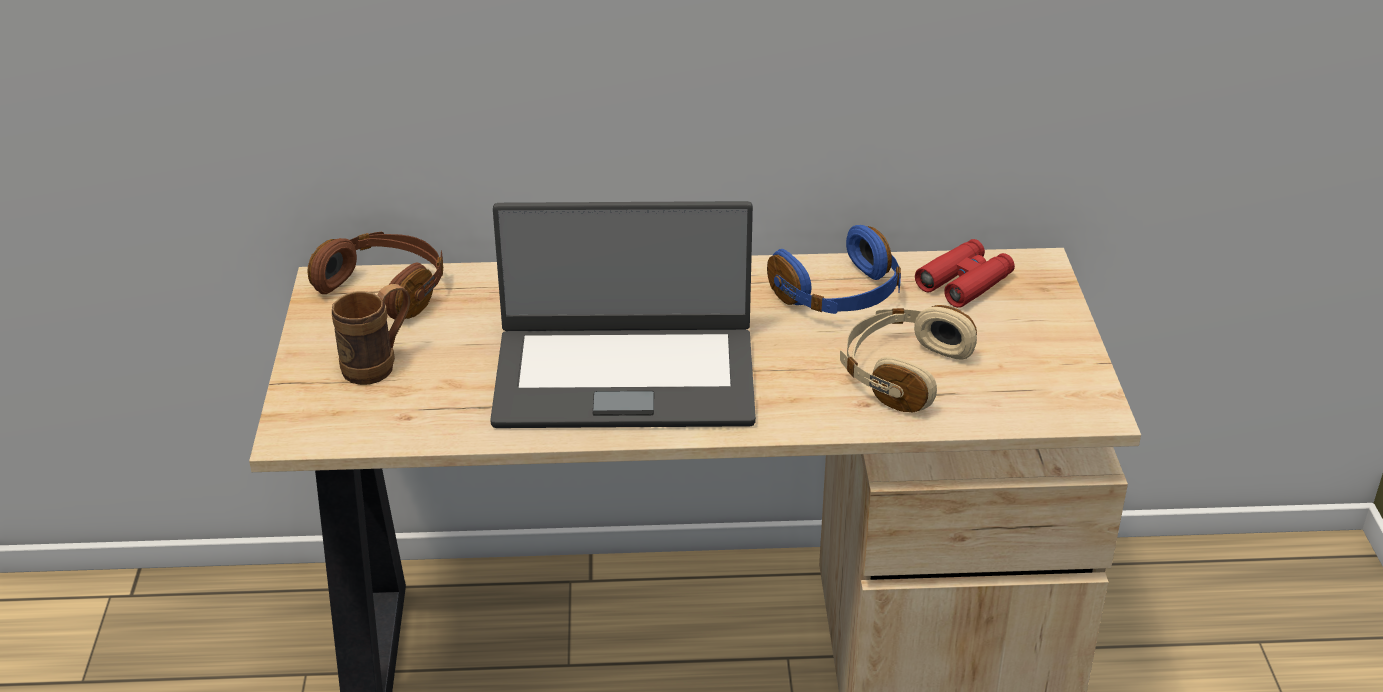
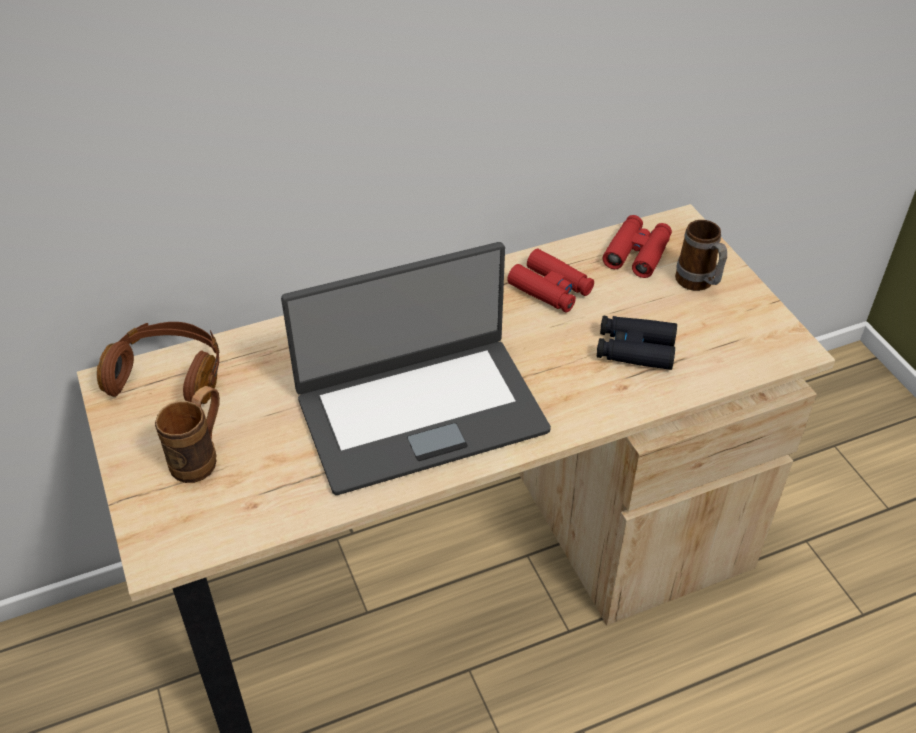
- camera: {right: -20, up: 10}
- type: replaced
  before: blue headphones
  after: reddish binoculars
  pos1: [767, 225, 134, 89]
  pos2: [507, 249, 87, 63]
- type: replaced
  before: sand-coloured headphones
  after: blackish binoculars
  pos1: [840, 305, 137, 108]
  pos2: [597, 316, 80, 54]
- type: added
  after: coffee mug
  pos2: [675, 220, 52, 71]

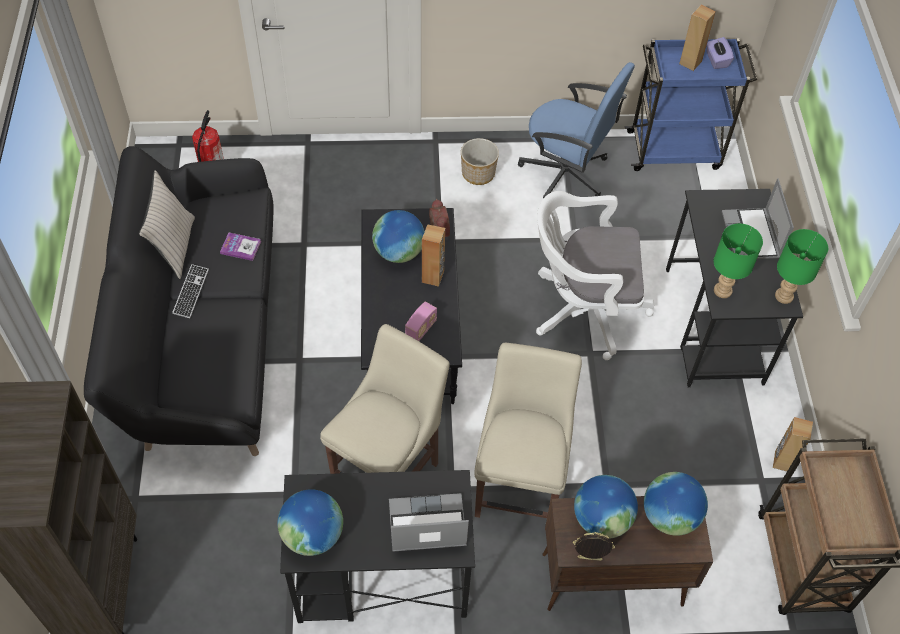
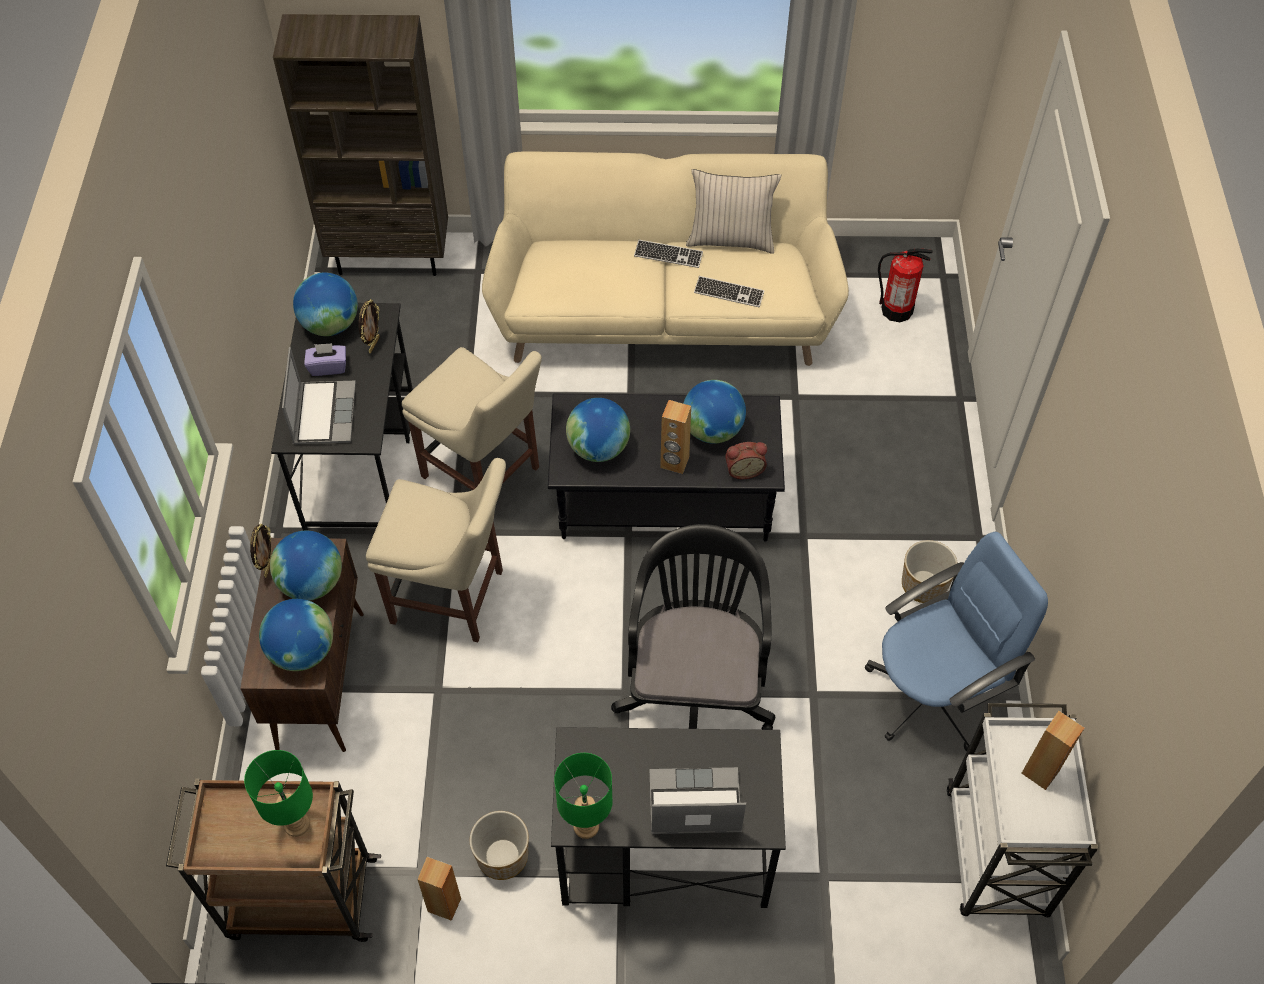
- camera: {right: 95, up: 0}
- type: recoloured
  before: blackish couch
  after: sand-coloured couch
  pos1: [84, 146, 190, 310]
  pos2: [482, 151, 367, 215]
- type: replaced
  before: bound book
  after: keyboard
  pos1: [220, 233, 41, 28]
  pos2: [694, 276, 70, 31]
- type: replaced
  before: radio set
  after: desk globe
  pos1: [405, 302, 32, 39]
  pos2: [566, 398, 64, 64]
- type: turned
  before: blue office chair
  pos1: [518, 62, 117, 136]
  pos2: [865, 532, 183, 219]
  turn: -150
- type: recoloured
  before: white office chair
  after: blackish office chair
  pos1: [536, 191, 118, 169]
  pos2: [611, 524, 164, 206]
- type: recoloured
  before: blue trolley
  after: white trolley
  pos1: [625, 38, 132, 133]
  pos2: [946, 703, 152, 214]
- type: moved
  before: purplish tissue holder
  pos1: [707, 37, 27, 32]
  pos2: [304, 343, 42, 33]
- type: moved
  before: greenish tabletop lamp
  pos1: [714, 223, 49, 75]
  pos2: [244, 750, 69, 87]
- type: added
  after: standing frame
  pos2: [359, 299, 21, 54]
- type: added
  after: flower pot
  pos2: [470, 811, 59, 69]

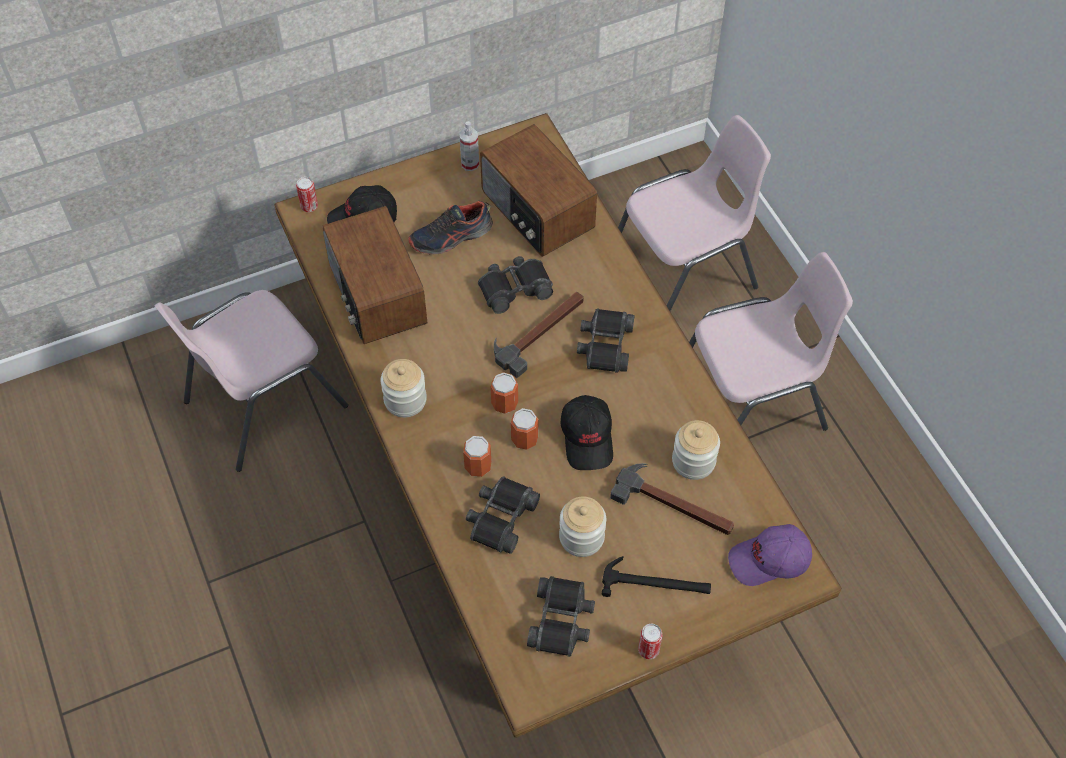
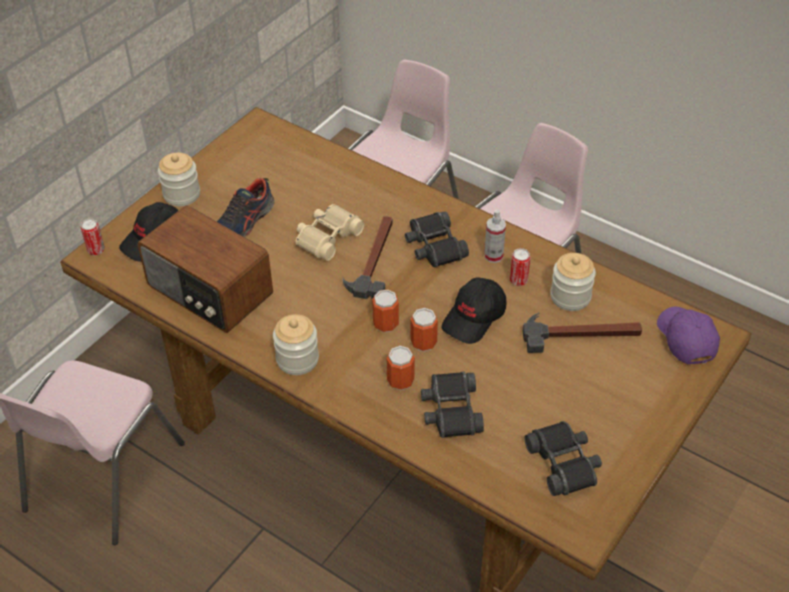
- camera: {right: -30, up: -10}
- type: moved
  before: sprayer
  pos1: [459, 121, 20, 50]
  pos2: [484, 209, 22, 54]
- type: recoloured
  before: blackish binoculars
  after: sand-coloured binoculars
  pos1: [478, 256, 75, 58]
  pos2: [295, 204, 69, 57]
- type: removed
  before: radio set
  pos1: [480, 124, 117, 133]
- type: moved
  before: storage jar
  pos1: [559, 496, 47, 61]
  pos2: [158, 153, 42, 53]
- type: turned
  before: blackish baseball cap
  pos1: [561, 395, 52, 75]
  pos2: [441, 277, 66, 67]
  turn: 75
- type: removed
  before: hammer
  pos1: [602, 556, 109, 41]
- type: moved
  before: sealed can
  pos1: [638, 624, 25, 35]
  pos2: [510, 248, 21, 38]
- type: turned
  before: purplish baseball cap
  pos1: [728, 524, 84, 62]
  pos2: [657, 307, 63, 57]
  turn: 120

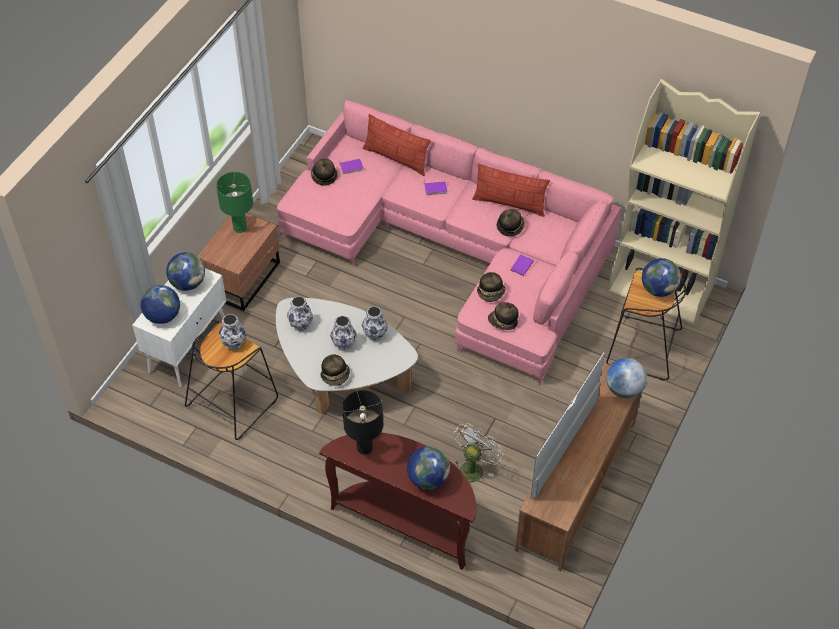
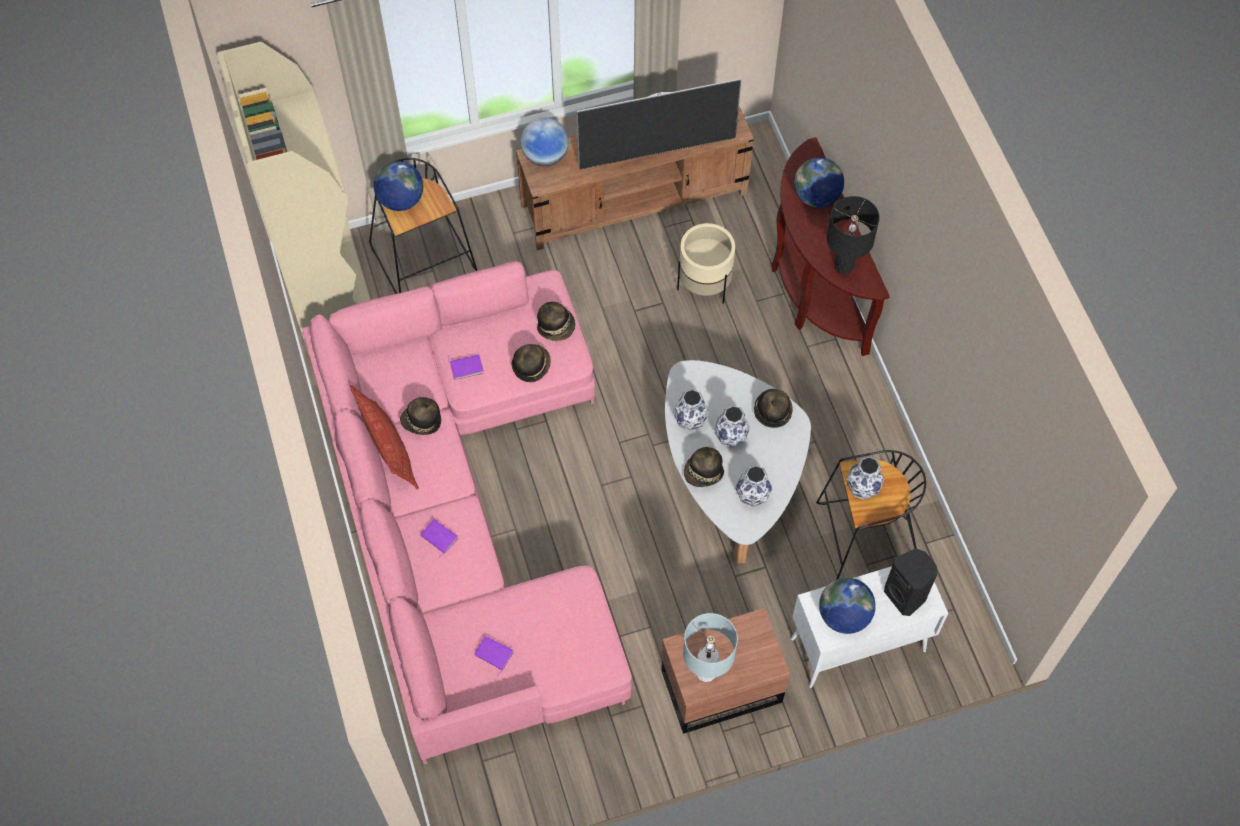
- camera: {right: -135, up: 10}
- type: replaced
  before: desk globe
  after: blackish speaker
  pos1: [141, 285, 39, 39]
  pos2: [884, 548, 53, 68]
- type: recoloured
  before: greenish tabletop lamp
  after: greyish tabletop lamp
  pos1: [216, 172, 37, 61]
  pos2: [683, 613, 55, 69]
- type: moved
  before: wearable hat
  pos1: [311, 158, 27, 28]
  pos2: [684, 447, 40, 40]
- type: removed
  before: throw pillow
  pos1: [363, 114, 68, 62]
- type: replaced
  before: white cooling fan
  after: sand-coloured flower pot
  pos1: [453, 423, 50, 59]
  pos2: [677, 223, 58, 81]

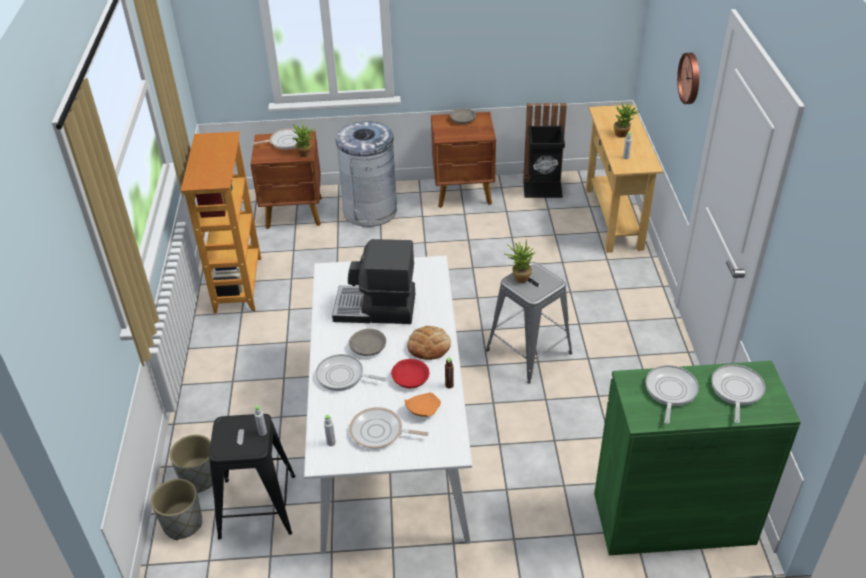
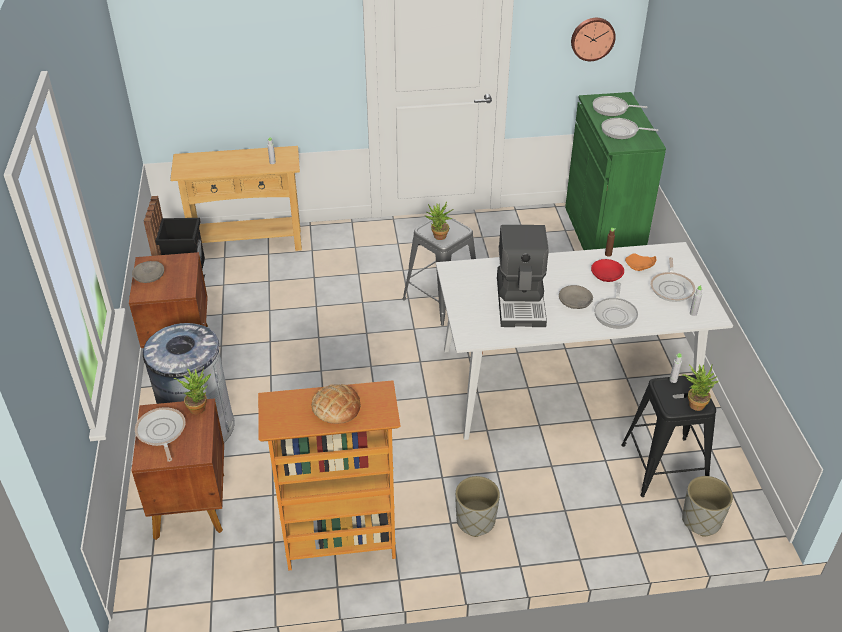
- camera: {right: -95, up: 0}
- type: moved
  before: greyish flower pot
  pos1: [170, 435, 42, 58]
  pos2: [455, 476, 45, 61]
- type: moved
  before: baked bread
  pos1: [407, 326, 44, 34]
  pos2: [312, 384, 49, 40]
- type: moved
  before: potted plant
  pos1: [614, 102, 26, 36]
  pos2: [682, 364, 37, 47]
- type: moved
  before: clock on the wall
  pos1: [677, 53, 22, 51]
  pos2: [571, 18, 45, 43]

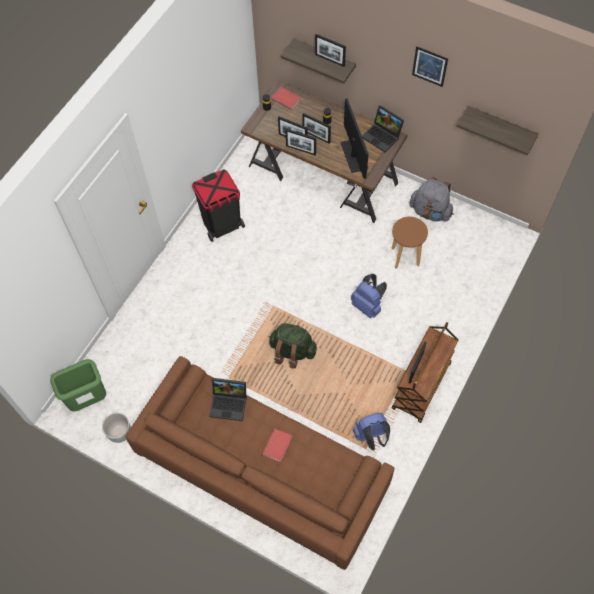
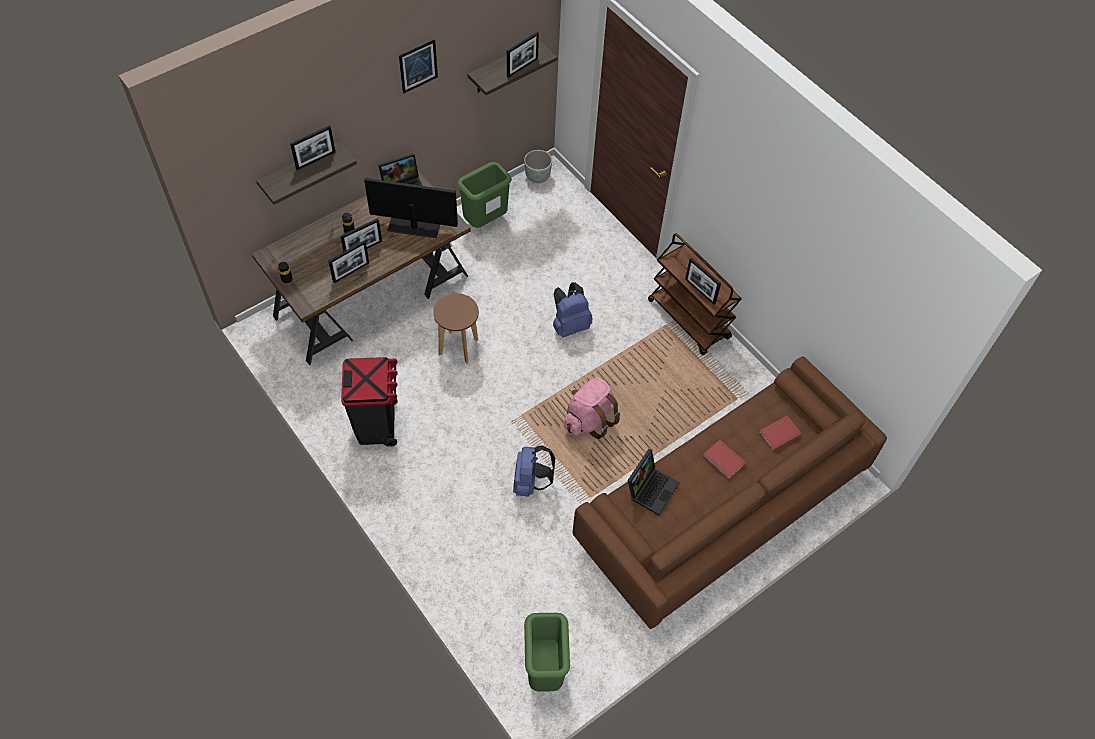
- camera: {right: -70, up: -5}
- type: moved
  before: greyish flower pot
  pos1: [102, 412, 29, 31]
  pos2: [524, 150, 28, 33]
- type: recoloured
  before: greenish rucksack
  after: pink-coloured rucksack
  pos1: [269, 323, 48, 46]
  pos2: [564, 377, 56, 62]
- type: moved
  before: reddish bound book
  pos1: [271, 87, 30, 23]
  pos2: [759, 416, 43, 34]
- type: moved
  before: standing frame
  pos1: [285, 129, 31, 27]
  pos2: [507, 32, 32, 46]
- type: moved
  before: blue rucksack
  pos1: [353, 413, 37, 37]
  pos2: [513, 445, 42, 52]
- type: moved
  before: brown-coloured stool seat
  pos1: [391, 217, 37, 52]
  pos2: [433, 293, 46, 70]
- type: replaced
  before: greyish rucksack
  after: greenish waste bin
  pos1: [409, 177, 44, 45]
  pos2: [457, 162, 55, 66]

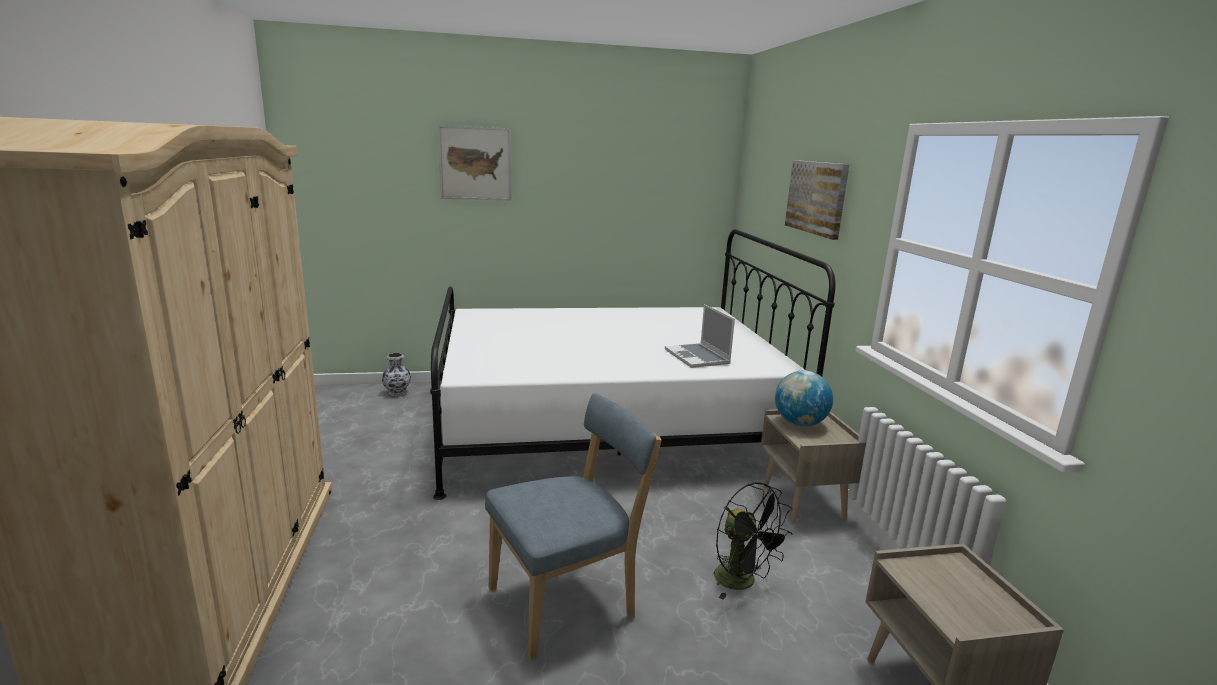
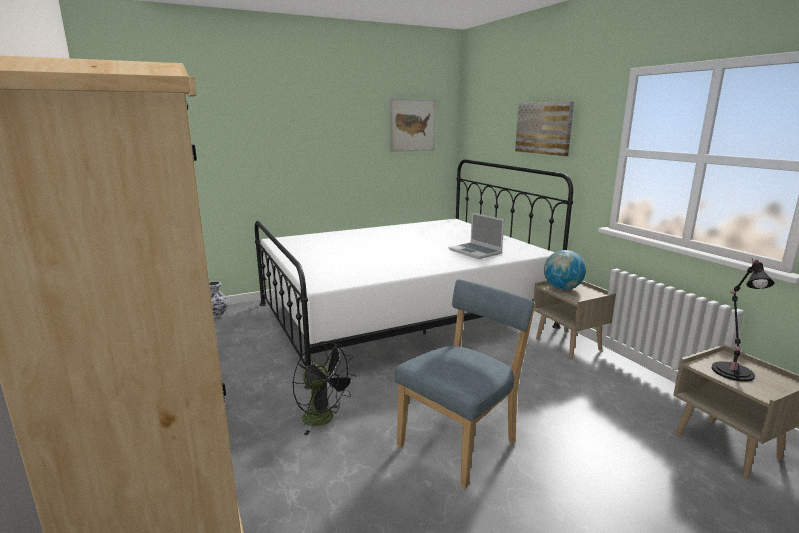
- camera: {right: -15, up: 0}
- type: moved
  before: picture
  pos1: [438, 125, 73, 75]
  pos2: [390, 98, 46, 54]
- type: moved
  before: blackish cooling fan
  pos1: [714, 482, 79, 118]
  pos2: [293, 341, 63, 94]
- type: added
  after: blackish tabletop lamp
  pos2: [712, 258, 62, 124]

